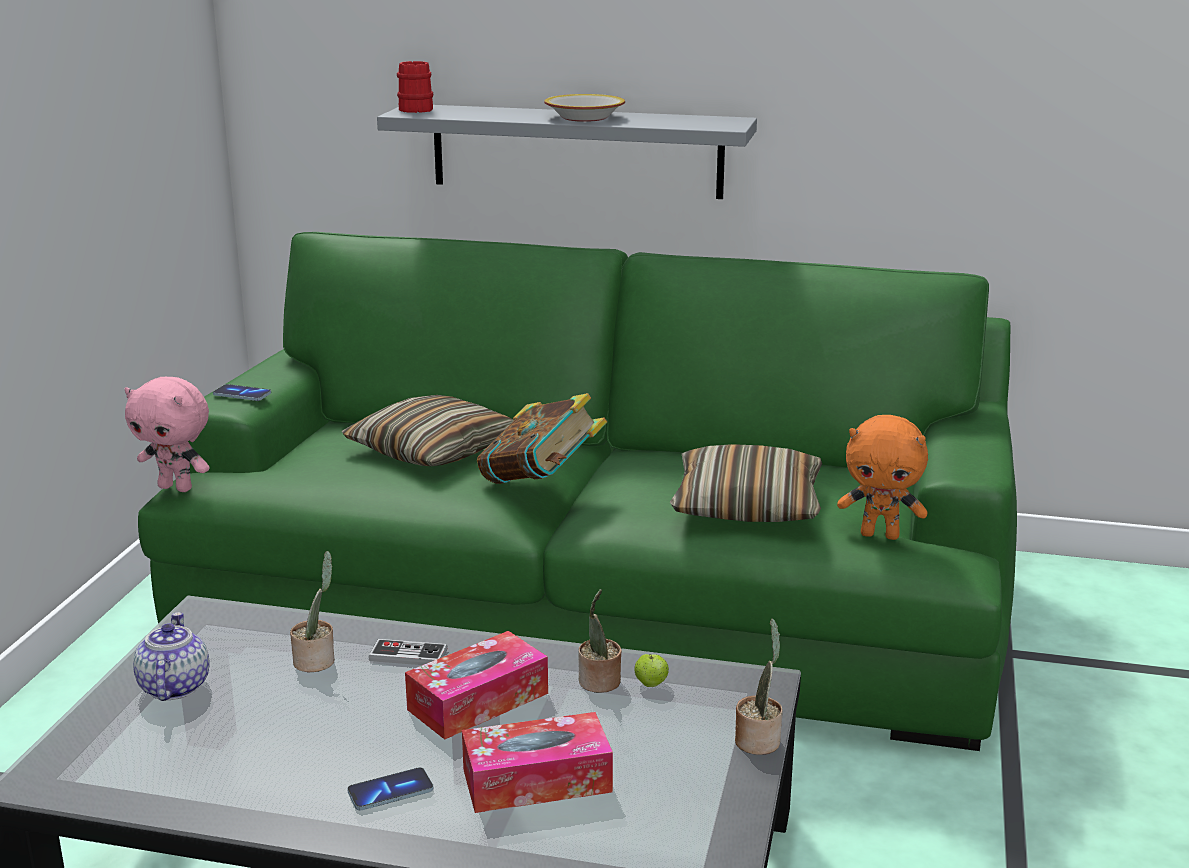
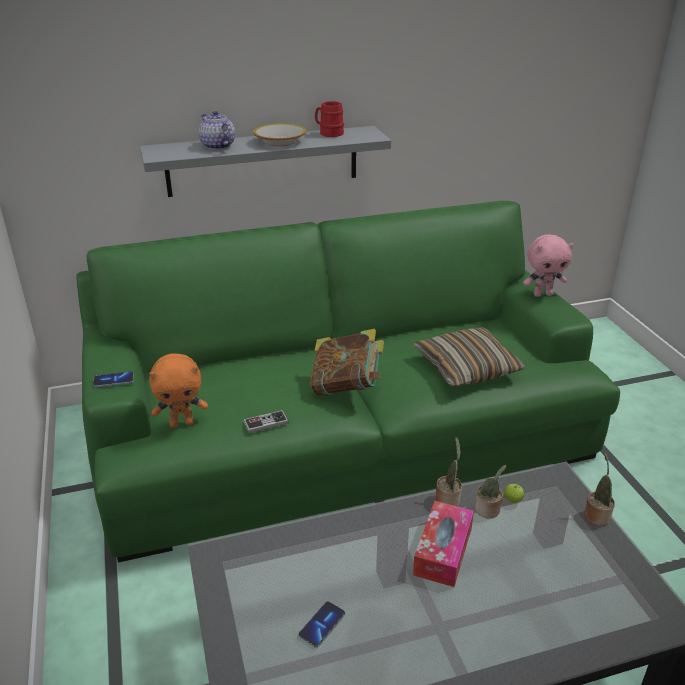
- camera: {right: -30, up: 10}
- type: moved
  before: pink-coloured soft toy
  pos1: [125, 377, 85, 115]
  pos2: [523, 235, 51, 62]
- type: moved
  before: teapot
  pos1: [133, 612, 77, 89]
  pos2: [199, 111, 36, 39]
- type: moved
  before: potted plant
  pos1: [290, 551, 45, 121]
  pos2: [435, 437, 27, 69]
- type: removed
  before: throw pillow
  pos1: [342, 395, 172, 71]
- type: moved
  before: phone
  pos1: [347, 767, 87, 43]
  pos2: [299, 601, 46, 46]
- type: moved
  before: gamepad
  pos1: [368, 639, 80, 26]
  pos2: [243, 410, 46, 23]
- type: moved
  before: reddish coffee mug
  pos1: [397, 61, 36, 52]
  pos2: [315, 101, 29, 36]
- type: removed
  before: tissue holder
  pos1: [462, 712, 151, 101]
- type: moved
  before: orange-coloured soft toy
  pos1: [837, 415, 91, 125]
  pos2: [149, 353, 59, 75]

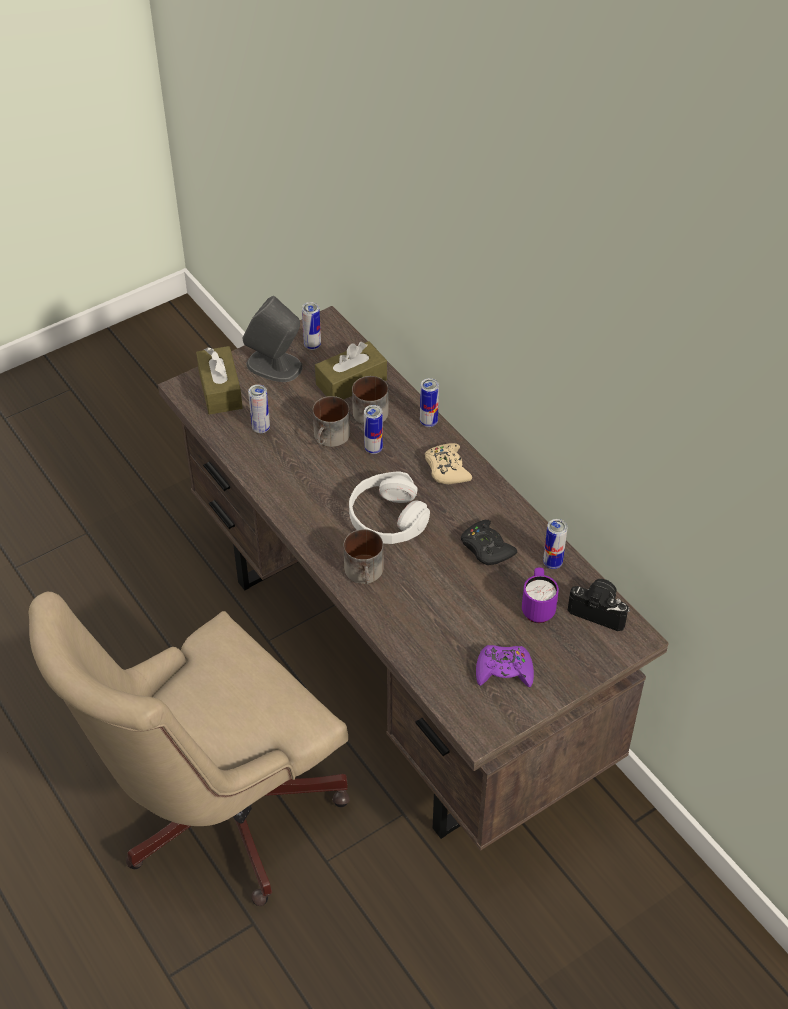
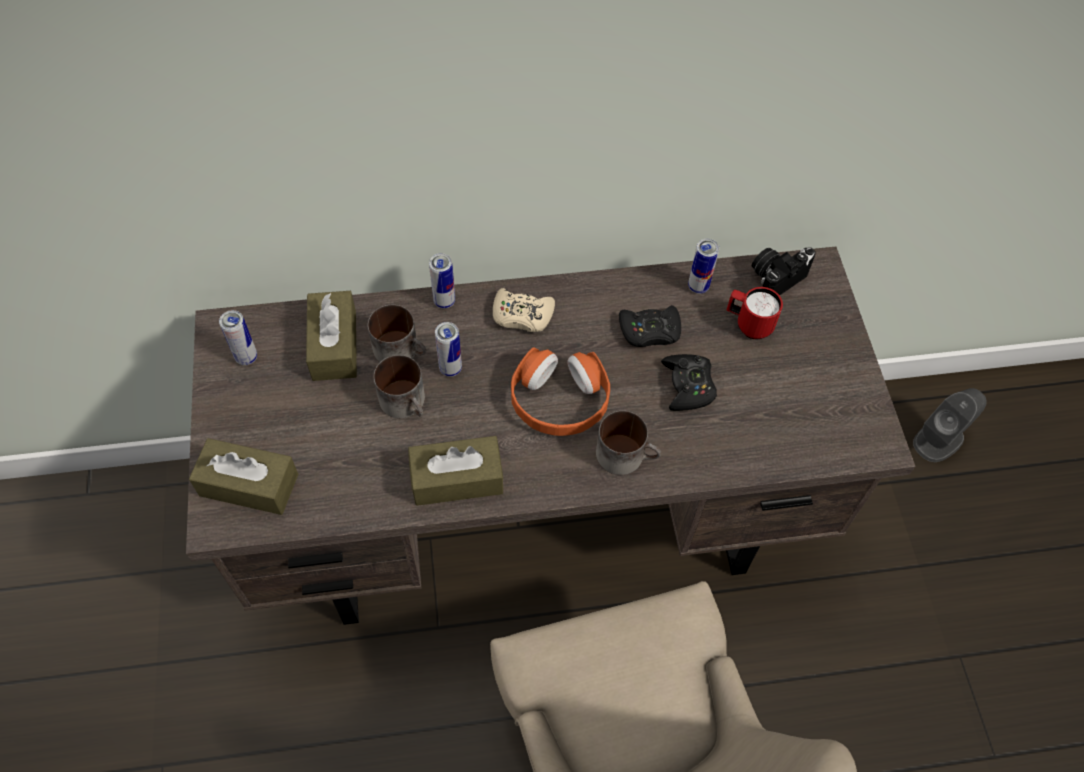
- camera: {right: -65, up: 10}
- type: moved
  before: greyish speaker
  pos1: [242, 296, 61, 86]
  pos2: [913, 388, 74, 74]
- type: removed
  before: sealed can
  pos1: [248, 384, 22, 49]
- type: recoloured
  before: white headphones
  after: orange-coloured headphones
  pos1: [349, 471, 81, 73]
  pos2: [511, 347, 99, 89]
- type: removed
  before: purplish gamepad
  pos1: [476, 645, 58, 42]
- type: recoloured
  before: purplish coffee mug
  after: reddish coffee mug
  pos1: [522, 568, 37, 55]
  pos2: [727, 287, 56, 52]
- type: added
  after: brown-coloured tissue holder
  pos2: [408, 436, 96, 70]
- type: added
  after: blackish gamepad
  pos2: [661, 354, 56, 57]

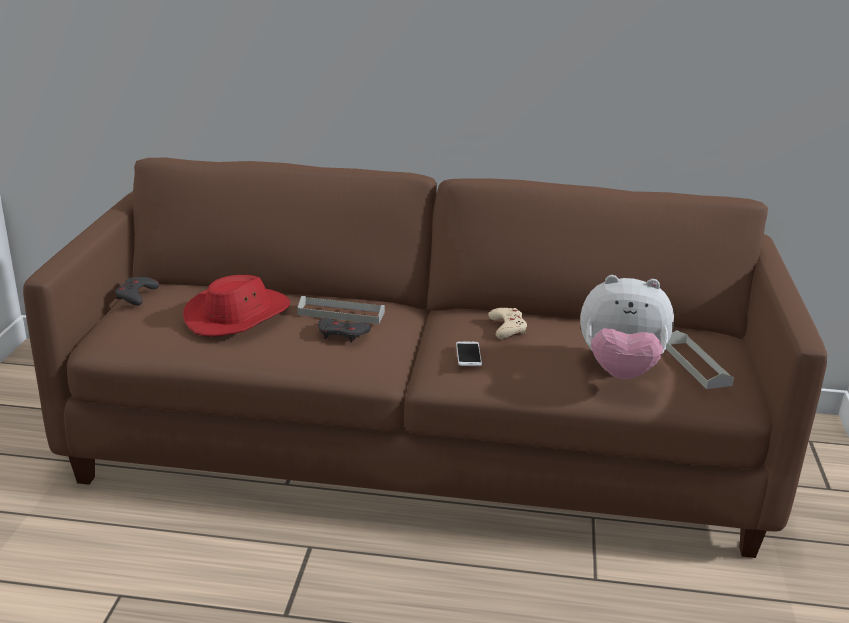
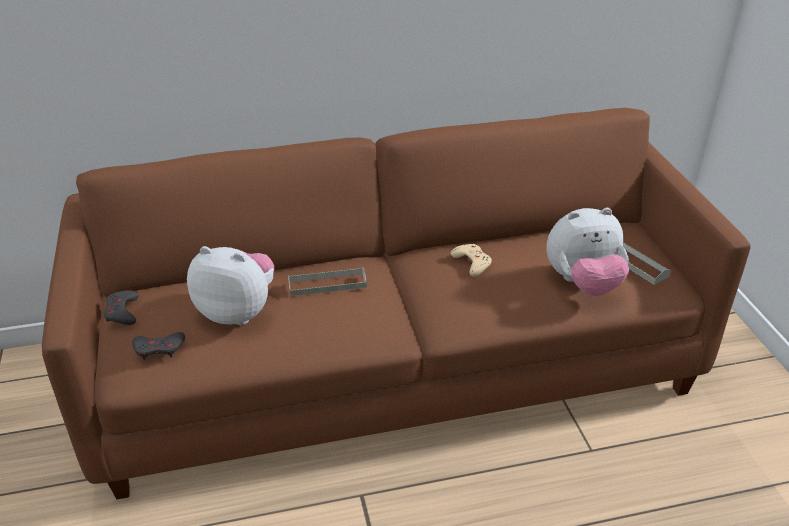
- camera: {right: -20, up: 10}
- type: replaced
  before: reddish wearable hat
  after: soft toy
  pos1: [183, 275, 107, 62]
  pos2: [187, 246, 87, 79]
- type: moved
  before: greyish gamepad
  pos1: [318, 318, 53, 24]
  pos2: [132, 332, 53, 28]
- type: removed
  before: phone
  pos1: [456, 341, 26, 25]

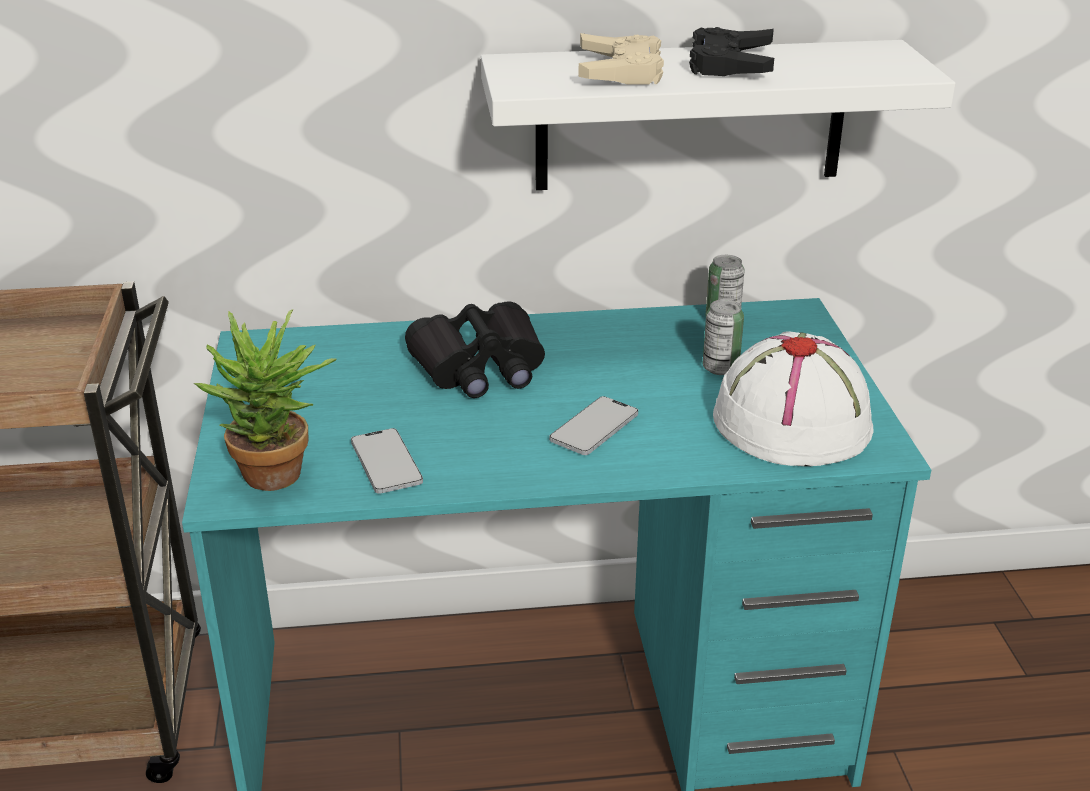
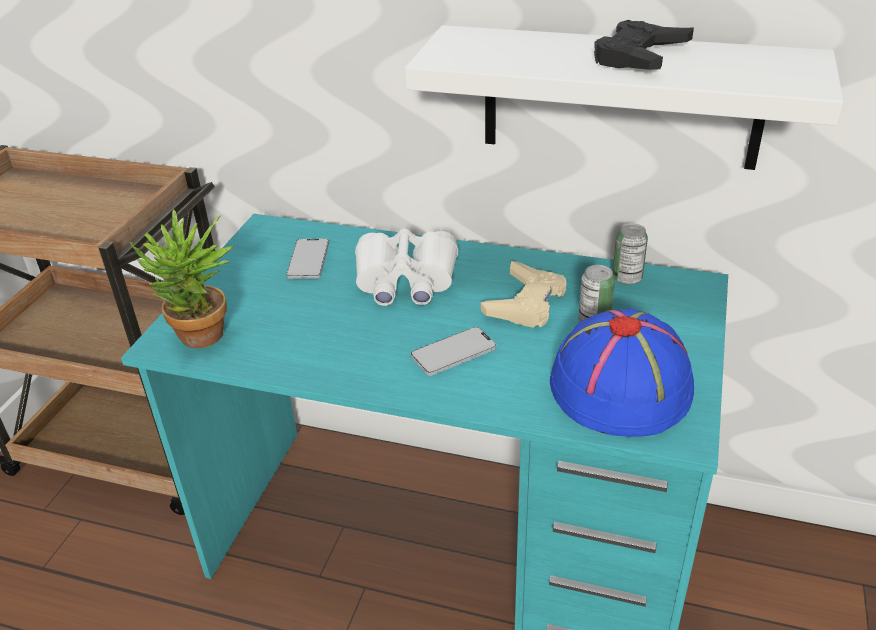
- camera: {right: 25, up: 5}
- type: moved
  before: phone
  pos1: [351, 428, 72, 66]
  pos2: [286, 239, 43, 40]
- type: recoloured
  before: blackish binoculars
  after: white binoculars
  pos1: [405, 301, 140, 97]
  pos2: [355, 229, 103, 77]
- type: moved
  before: sand-coloured gamepad
  pos1: [578, 33, 86, 51]
  pos2: [481, 261, 85, 67]
- type: recoloured
  before: white wearable hat
  after: blue wearable hat
  pos1: [713, 331, 161, 135]
  pos2: [550, 308, 144, 129]

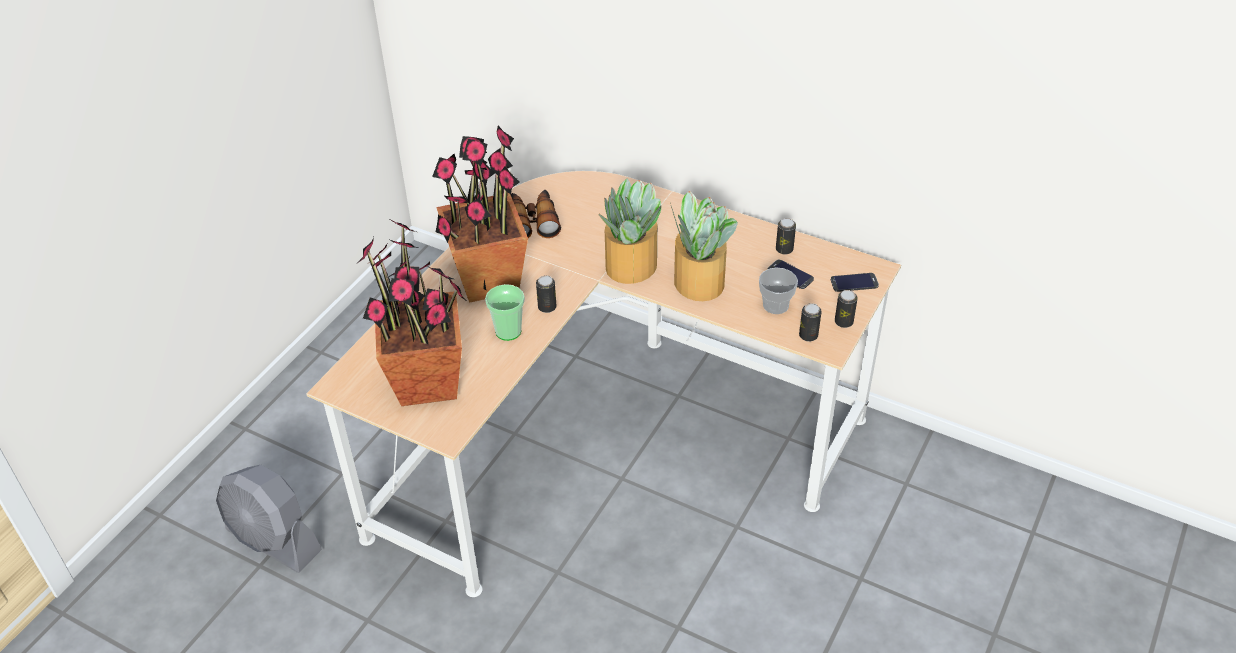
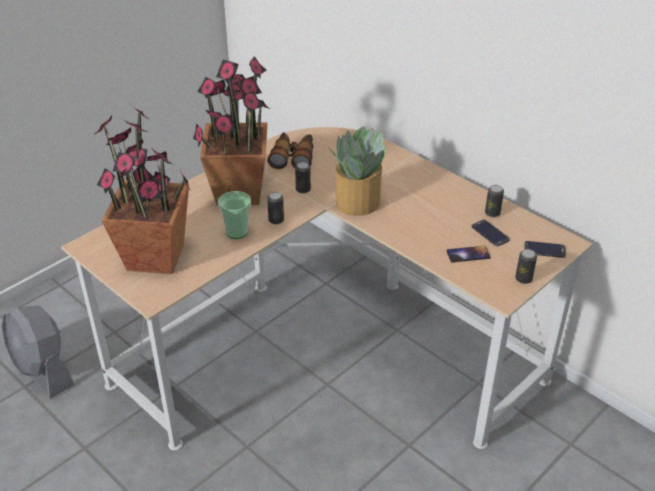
- camera: {right: 15, up: -5}
- type: removed
  before: potted plant
  pos1: [670, 191, 68, 110]
- type: replaced
  before: cup
  after: phone
  pos1: [759, 267, 39, 47]
  pos2: [446, 246, 45, 16]
- type: moved
  before: sealed can
  pos1: [799, 303, 23, 39]
  pos2: [295, 162, 16, 31]

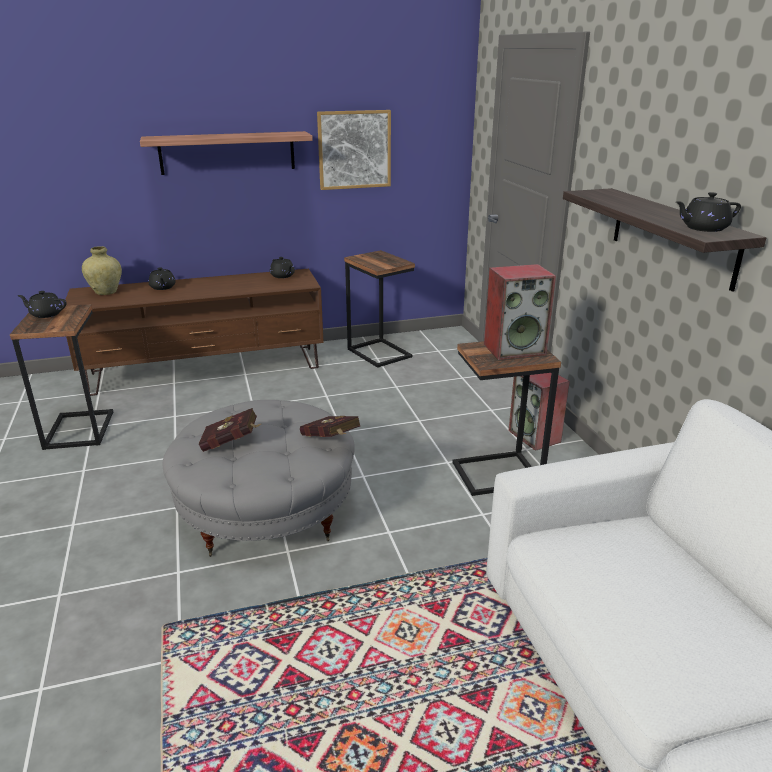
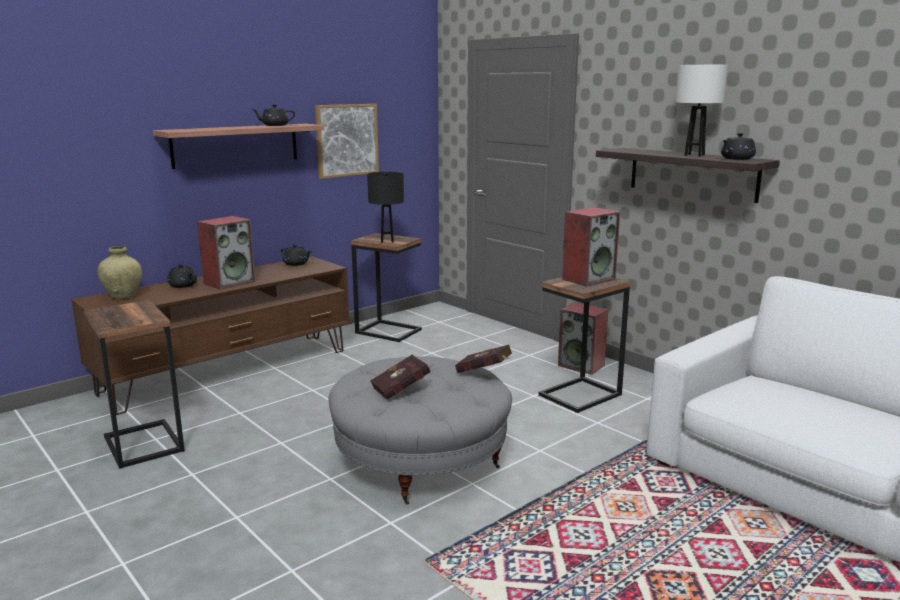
- camera: {right: -25, up: -10}
- type: moved
  before: blackish teapot
  pos1: [17, 291, 50, 27]
  pos2: [251, 104, 44, 22]
- type: added
  after: speaker
  pos2: [197, 216, 58, 74]
- type: added
  after: blackish tabletop lamp
  pos2: [367, 172, 37, 71]
- type: added
  after: white tabletop lamp
  pos2: [676, 64, 52, 93]

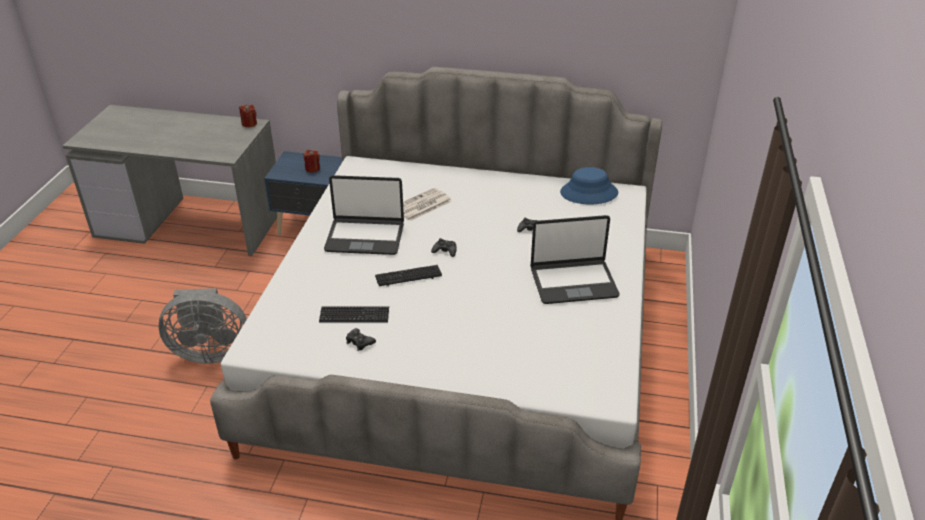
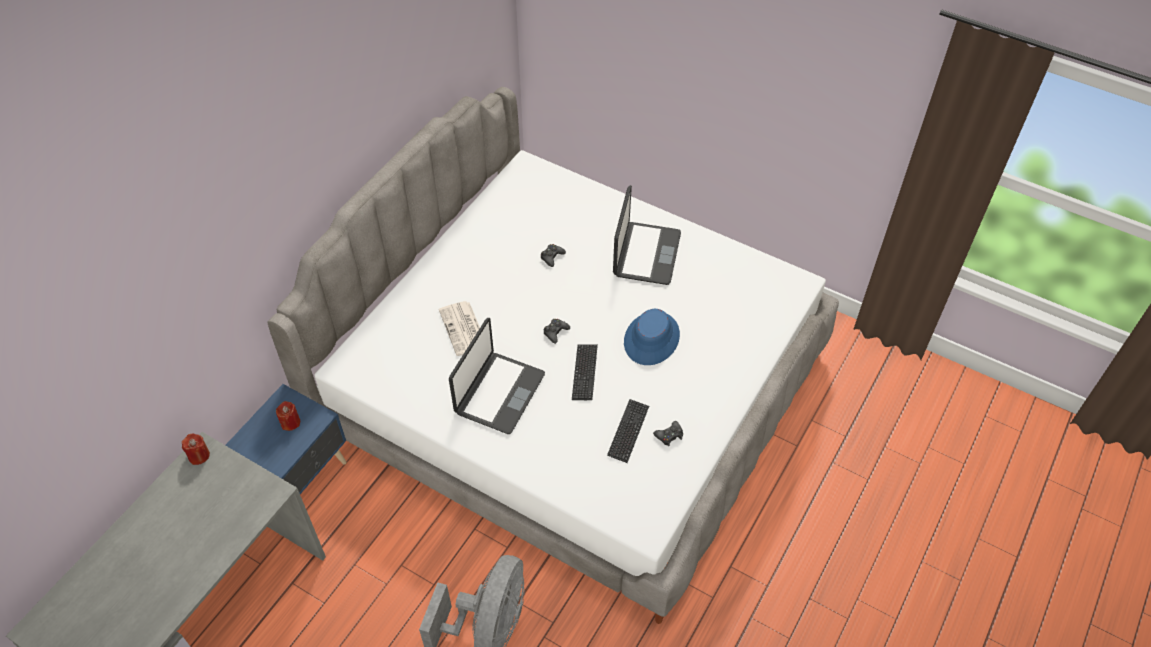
- camera: {right: -70, up: 15}
- type: moved
  before: blue wearable hat
  pos1: [560, 167, 58, 38]
  pos2: [624, 309, 56, 56]

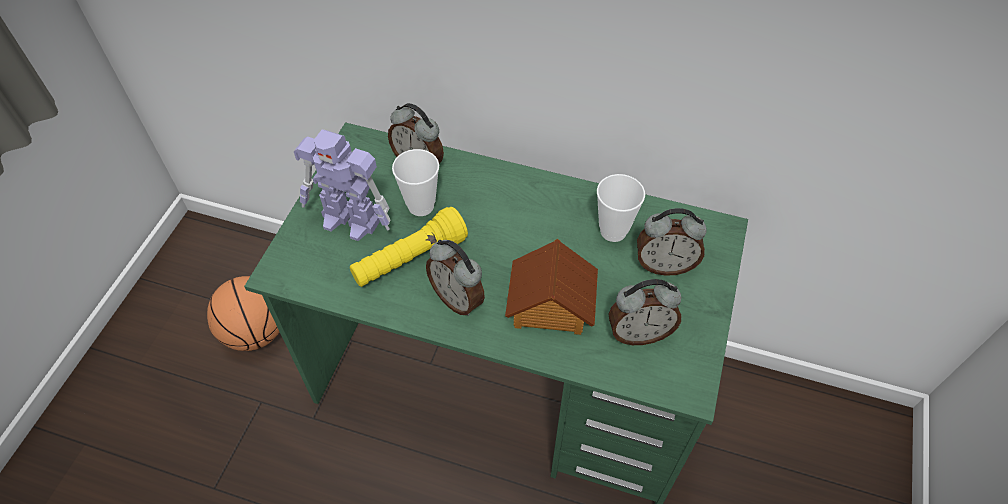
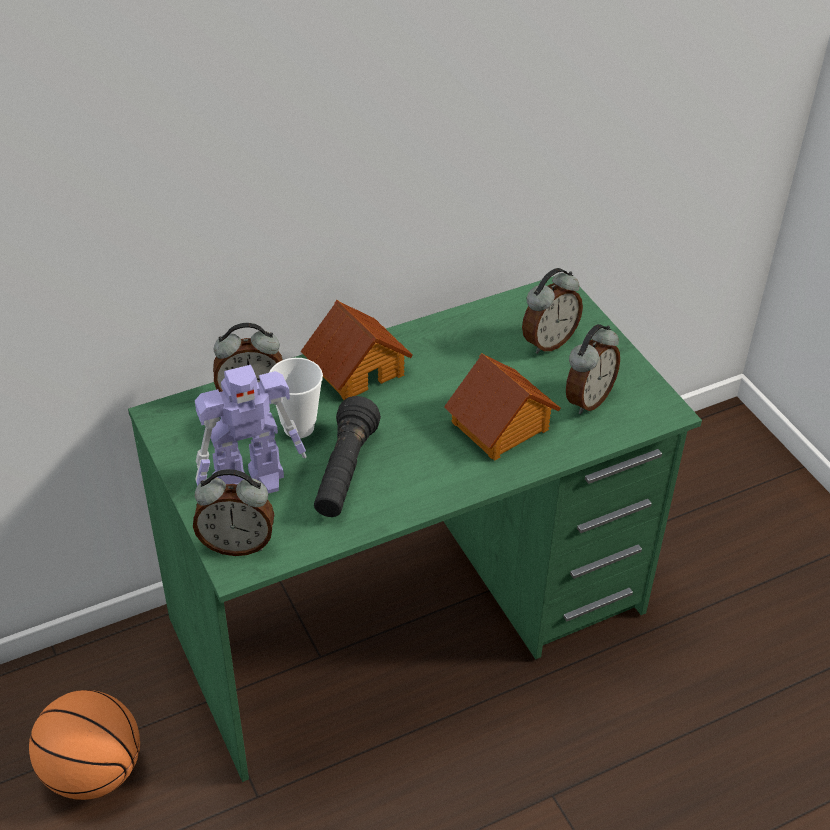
- camera: {right: -45, up: -10}
- type: recoloured
  before: yellow-coloured torch
  after: blackish torch
  pos1: [350, 207, 118, 80]
  pos2: [314, 396, 67, 121]
- type: moved
  before: bedside clock
  pos1: [426, 240, 59, 76]
  pos2: [193, 469, 82, 87]
- type: removed
  before: cup
  pos1: [597, 174, 48, 68]
- type: added
  after: miniature house
  pos2: [301, 300, 112, 100]

